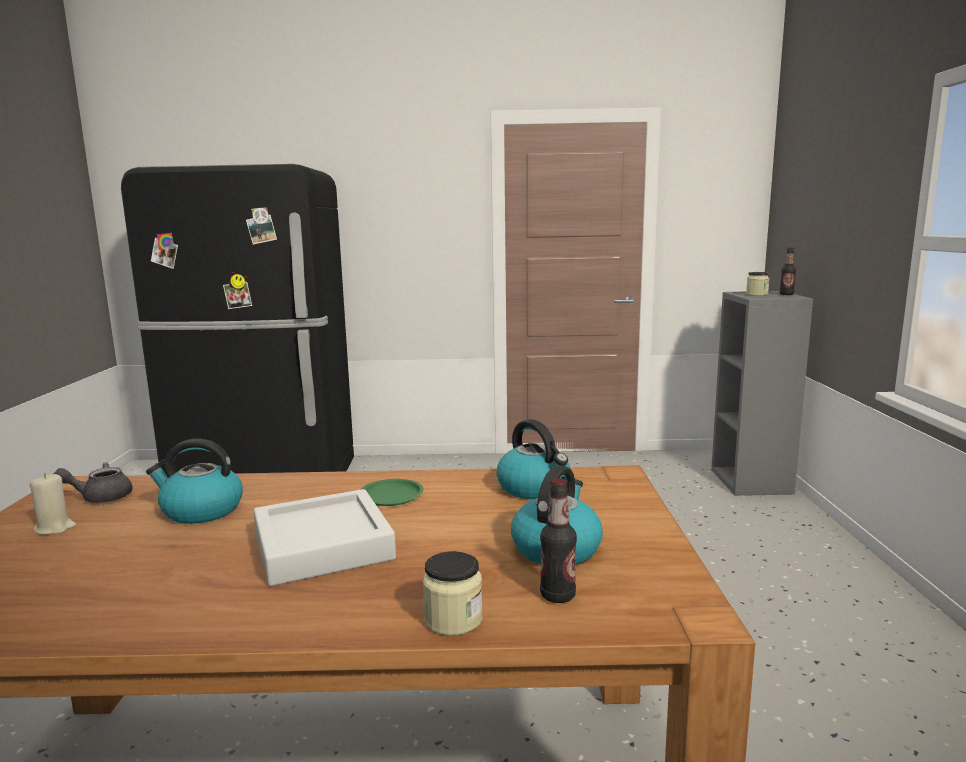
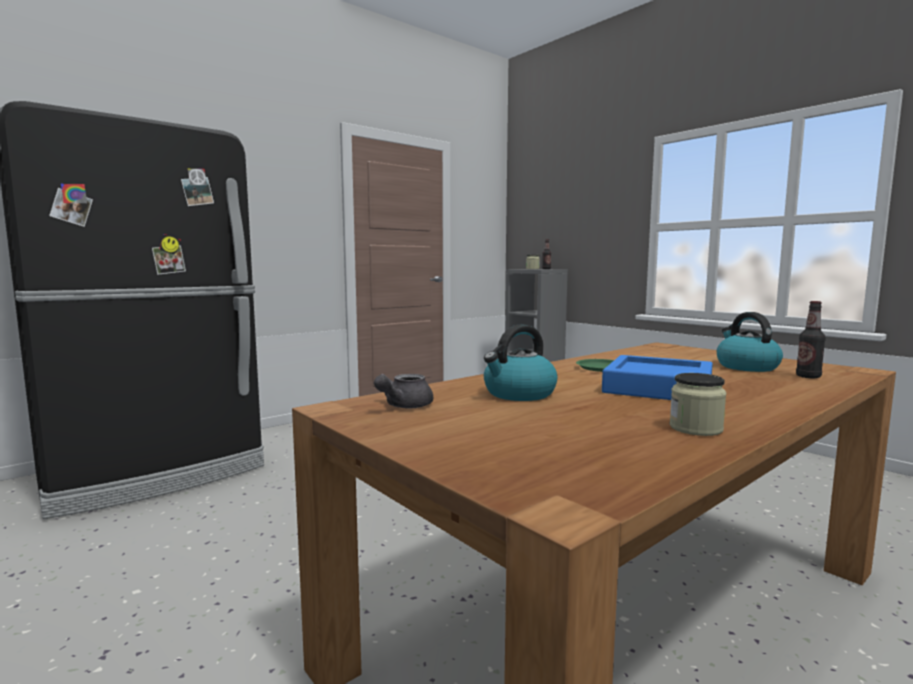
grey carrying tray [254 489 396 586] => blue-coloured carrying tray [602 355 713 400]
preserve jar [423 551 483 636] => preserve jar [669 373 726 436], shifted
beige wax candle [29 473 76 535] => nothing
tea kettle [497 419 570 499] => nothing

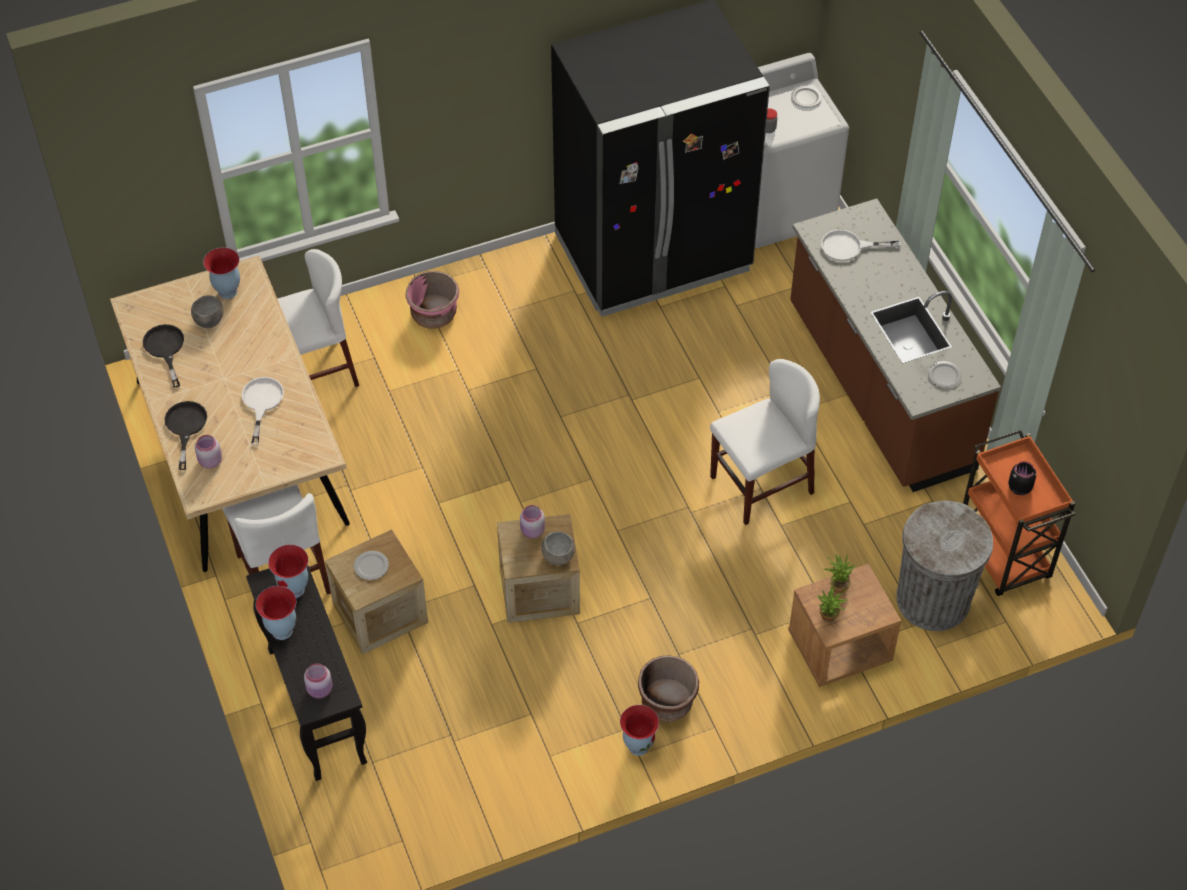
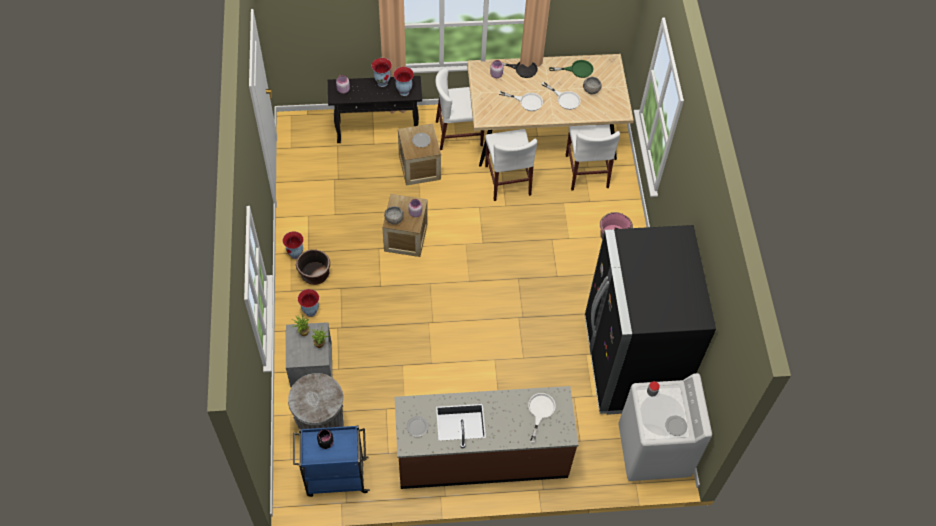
brownish bedside table [788 564 901 687] => grey bedside table [286 322 332 387]
orangey cart [963 430 1076 596] => blue-coloured cart [293 425 370 497]
flower vase [203 247 240 299] => flower vase [298 289 319 317], shifted
white chair [710 359 820 525] => white chair [485 129 537 201], shifted
nothing => white frying pan [542 82 581 110]
black-coloured frying pan [143 324 184 388] => green-coloured frying pan [549 60 593 78]

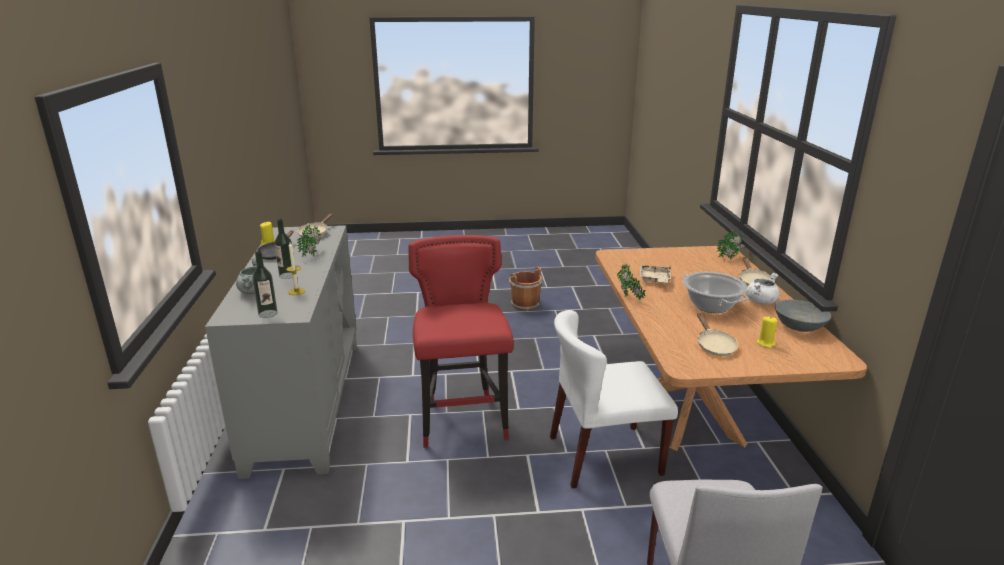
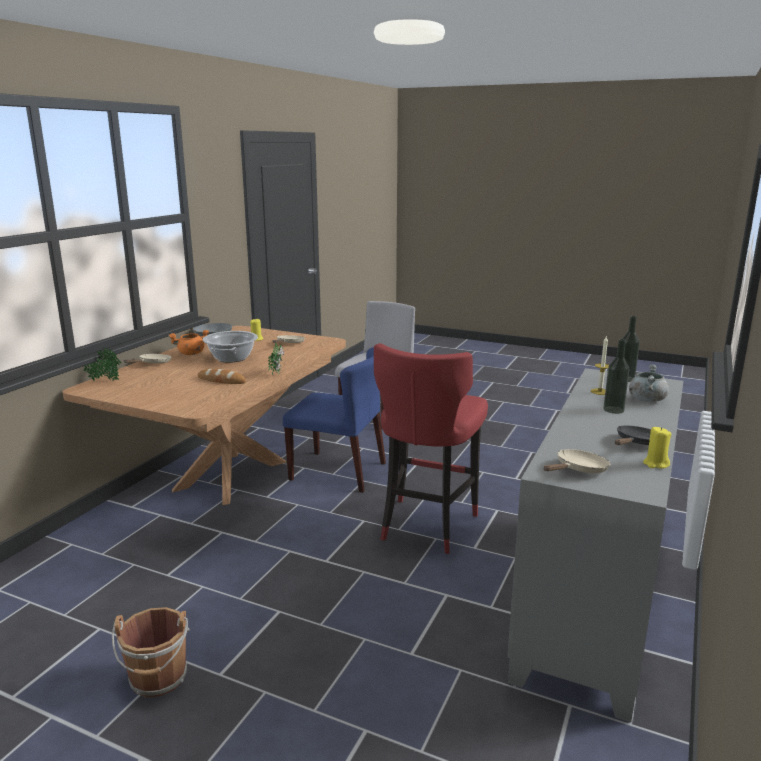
white saucepot [746 273 780 305] => orangey saucepot [168 330 209 355]
beige carrying tray [640 265 671 283] => bakery bread [198 369 246 384]
white chair [550 310 678 489] => blue-coloured chair [283 347 386 493]
potted plant [297 225 321 257] => nothing

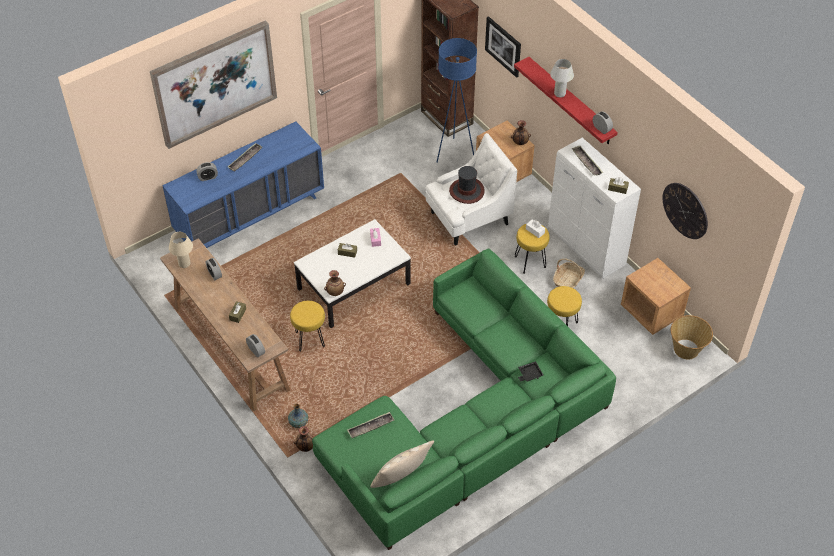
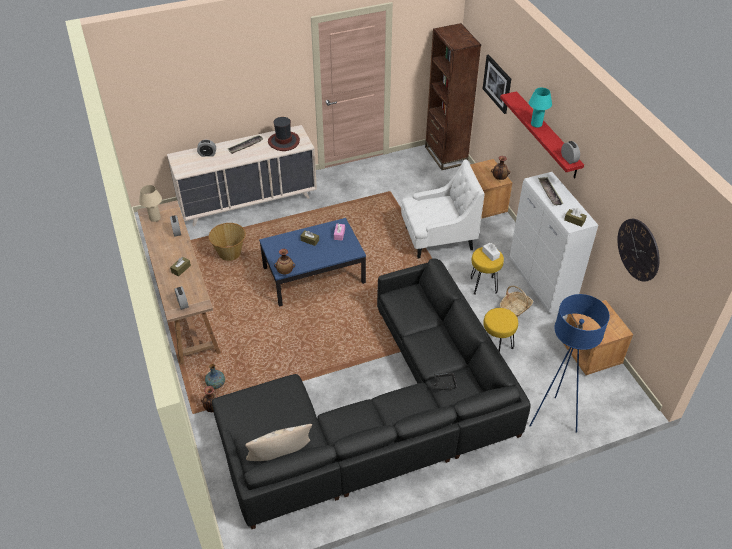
blue-coloured dresser [162 121 324 248] => beige dresser [167 125 317 226]
storage basket [671 315 713 360] => storage basket [209 223 246 261], shifted
green-coloured settee [312 248 616 550] => black-coloured settee [212 258 531 529]
white lounge table [294 219 411 328] => blue-coloured lounge table [259 218 366 307]
wearable hat [449 166 485 204] => wearable hat [268 117 300 151], shifted
white tabletop lamp [550 59 574 97] => turquoise tabletop lamp [529 88 552 128]
blue-coloured standard lamp [436 38 477 163] => blue-coloured standard lamp [530 294 610 433], shifted
wall art [150 21 277 149] => nothing
yellow stool seat [290 301 325 352] => nothing
carrying tray [347 412 394 438] => nothing

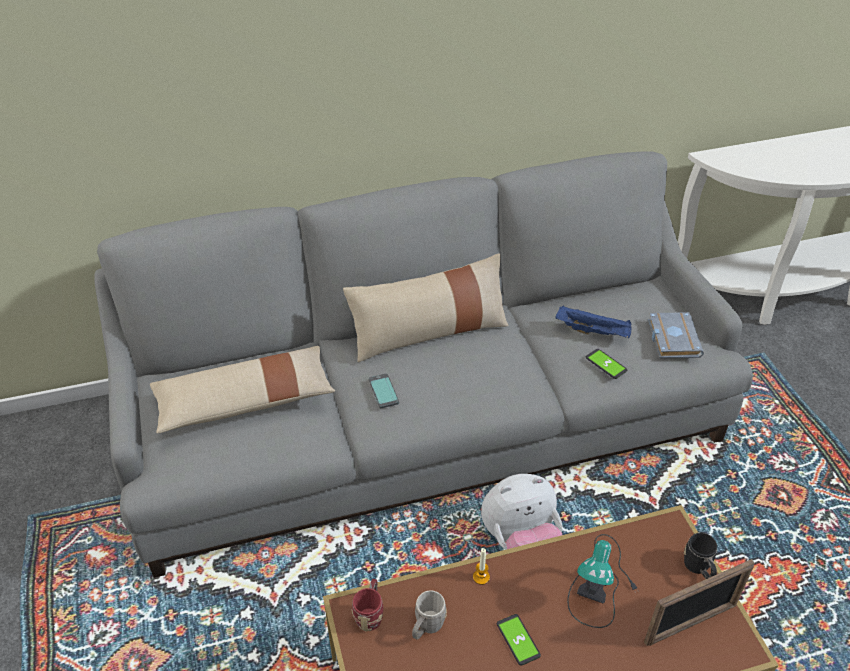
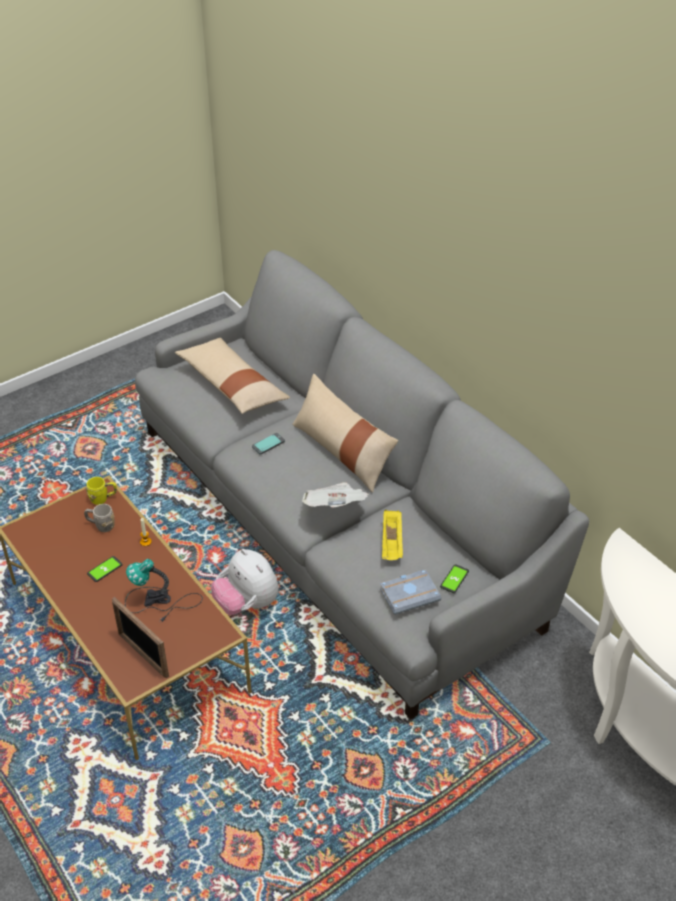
red-coloured tea mug [351 579 383 632] => yellow tea mug [86 477 117 505]
nothing => printed paper [302 482 369 508]
blue-coloured carrying tray [555 306 632 338] => yellow carrying tray [382 509 403 560]
handset [586 349 627 379] => handset [440 564 469 593], shifted
black-coloured tea mug [684 533 717 579] => nothing

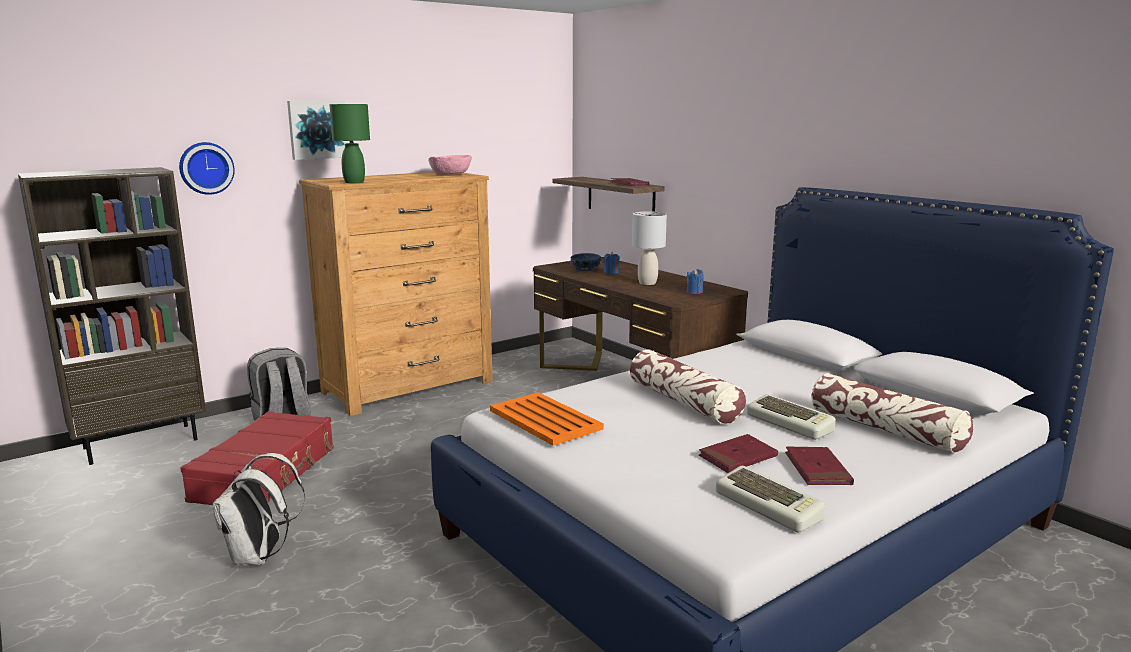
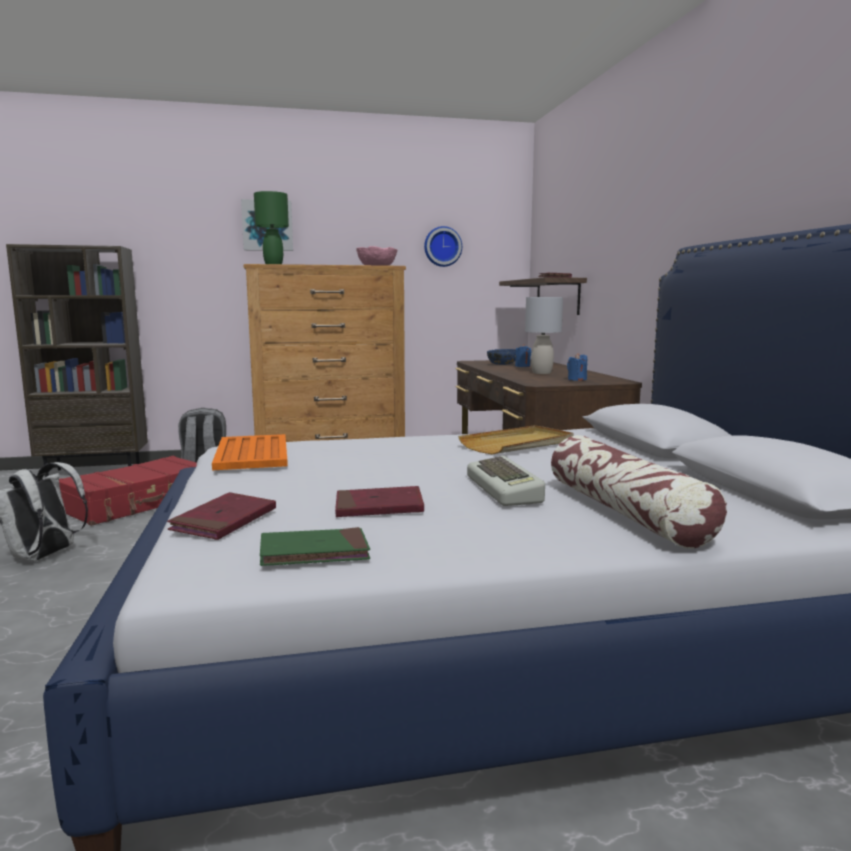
red-coloured volume [785 447 854 485] => red-coloured volume [167 492 276 540], shifted
computer keyboard [716 466 825 532] => green-coloured volume [260 527 370 566]
wall clock [179 142 235 195] => wall clock [424 226 462 267], shifted
nothing => beige carrying tray [458 425 574 454]
throw pillow [630 349 746 424] => nothing

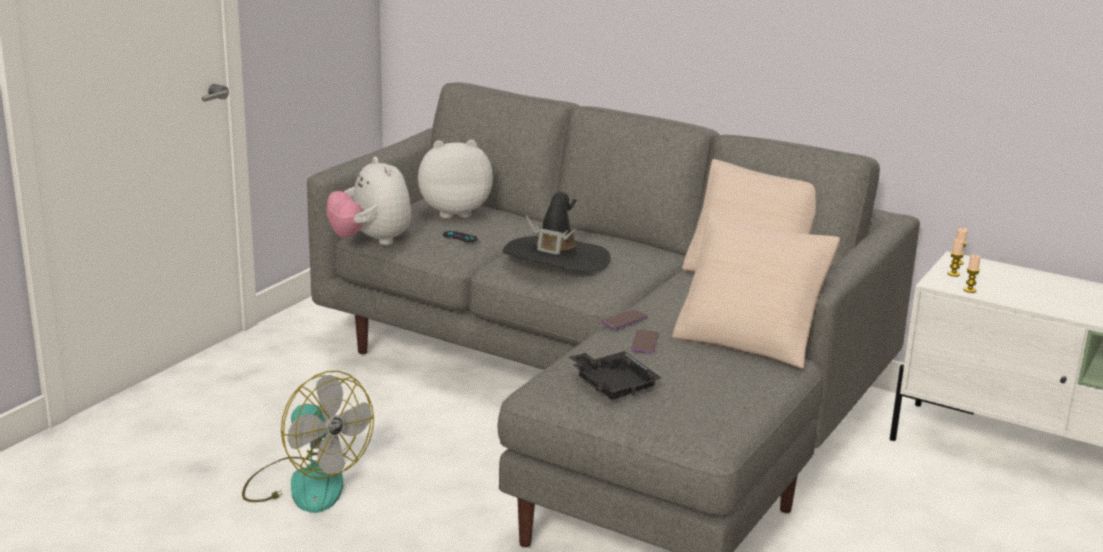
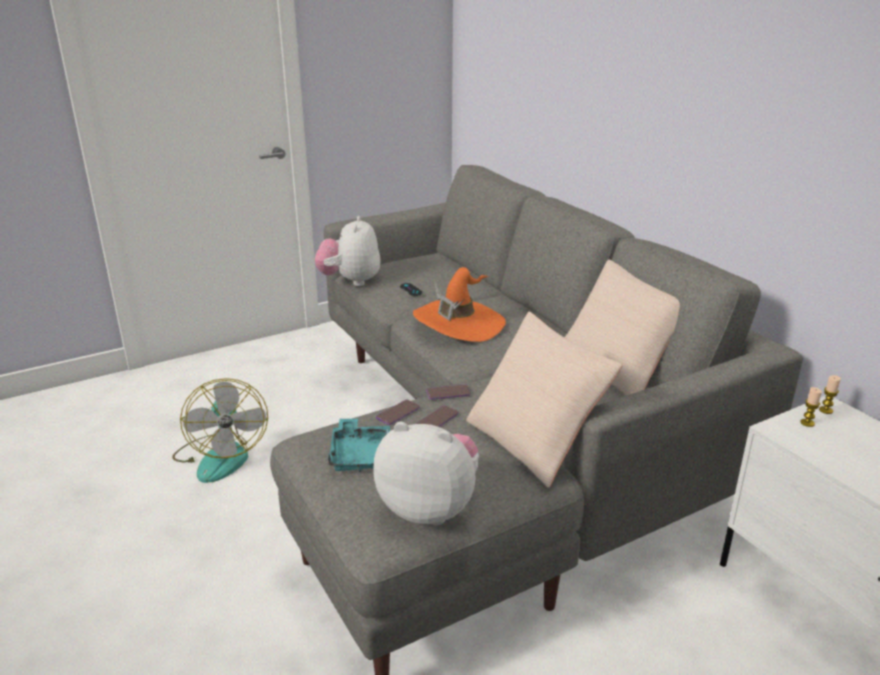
black-coloured carrying tray [569 351 661 399] => turquoise carrying tray [328 418 390 472]
soft toy [418 140 493 218] => soft toy [373 422 479 525], shifted
nothing => handset [376 399 420 425]
black-coloured wearable hat [502 192 611 272] => orangey wearable hat [413 267 506 342]
wax candle [964 255 981 293] => nothing

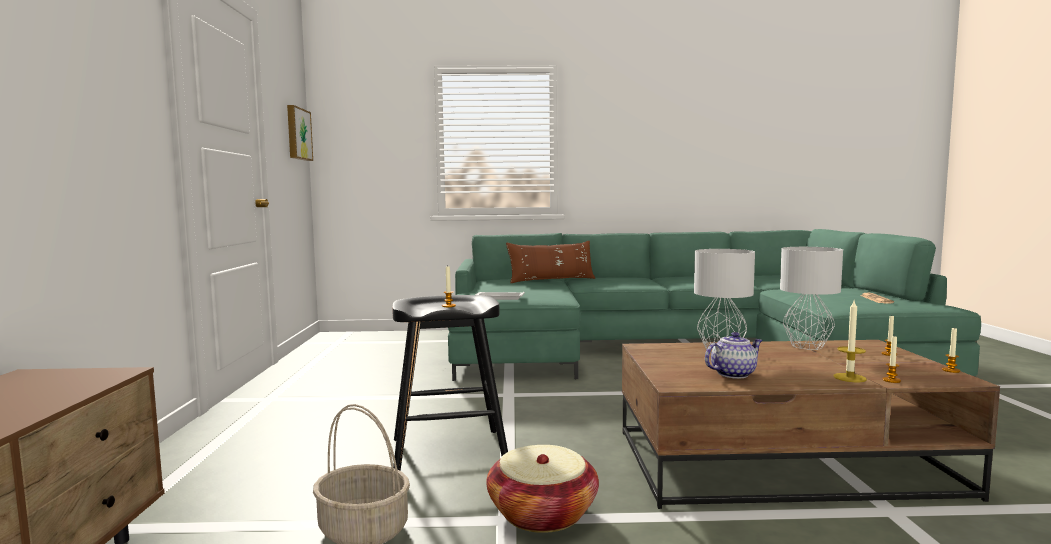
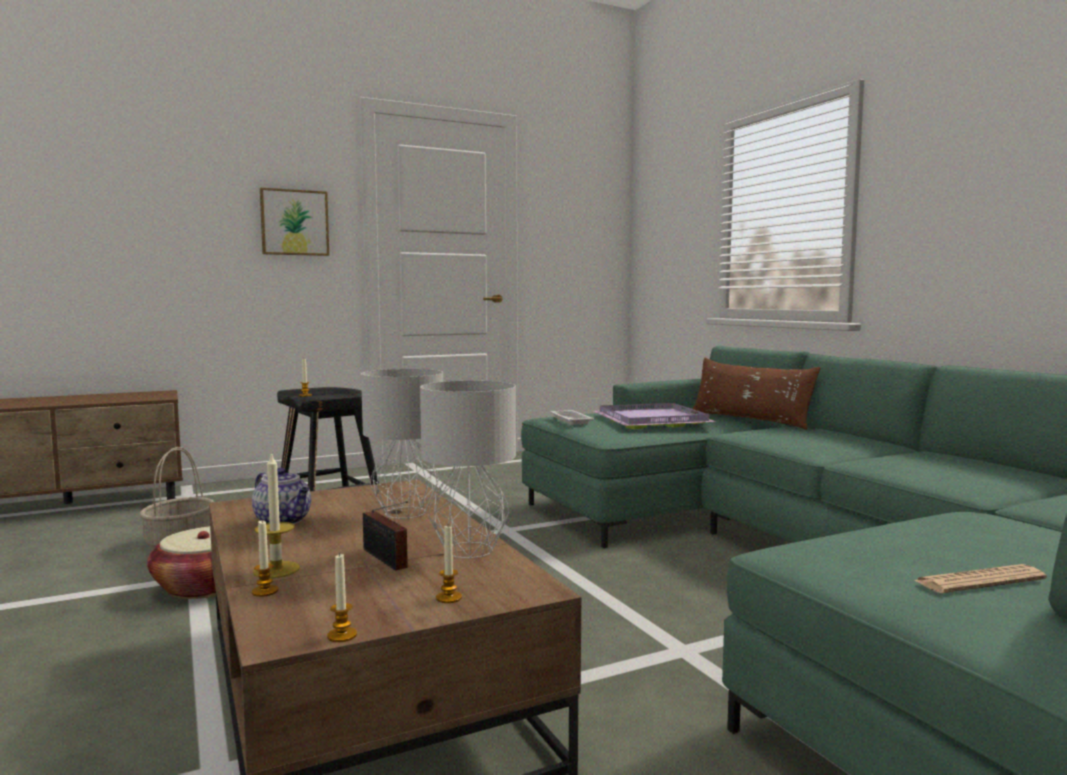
wall art [287 105 313 161] => wall art [260 188 329 256], shifted
nothing => radio [363 501 408 571]
nothing => purple carrying tray [594 403 717 429]

